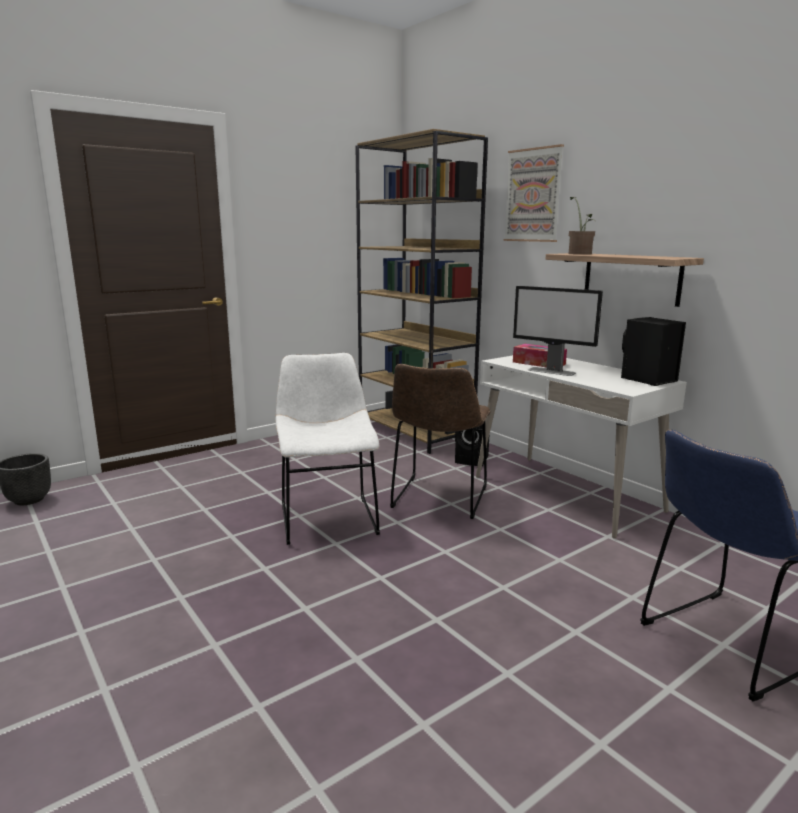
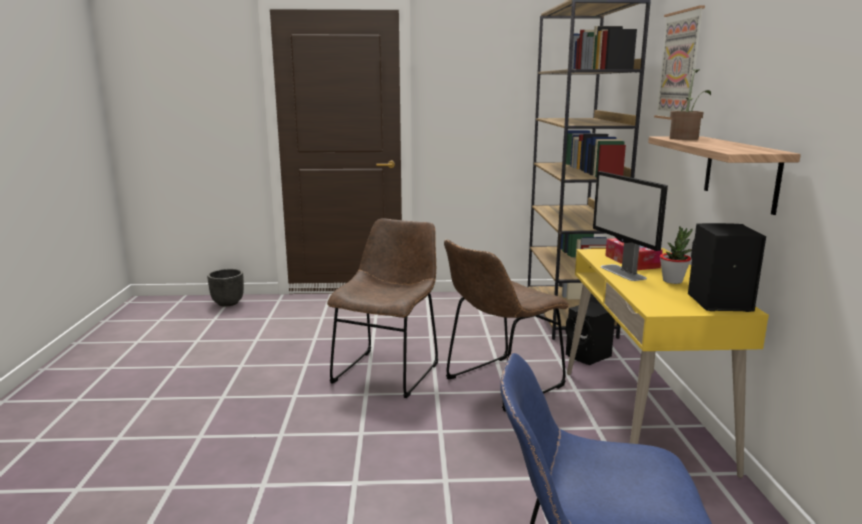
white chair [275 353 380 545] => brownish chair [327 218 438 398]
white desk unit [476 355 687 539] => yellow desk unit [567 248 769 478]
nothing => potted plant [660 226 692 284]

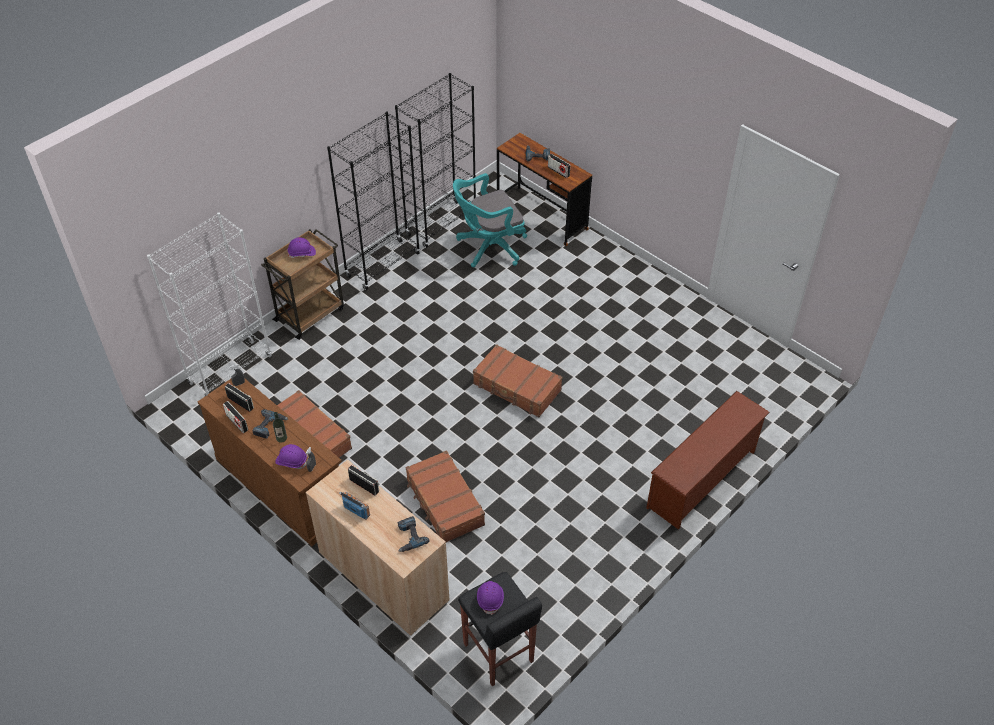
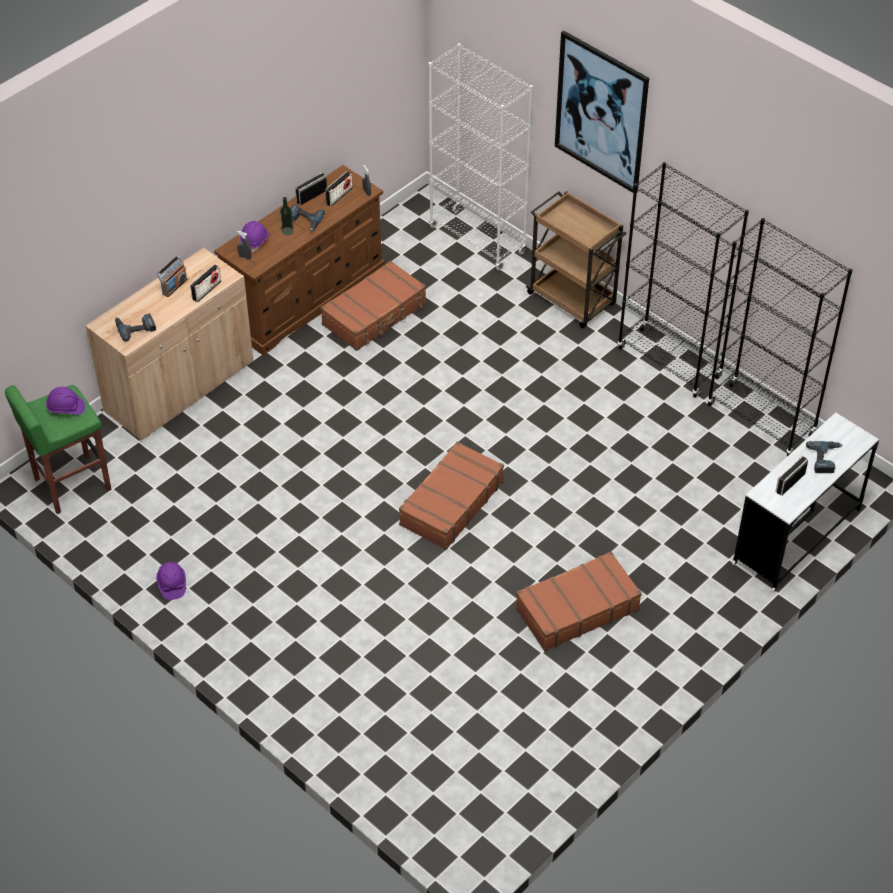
black-coloured stool seat [458 572 542 686] => green-coloured stool seat [5 385 111 514]
purple hard hat [288 237 316 258] => purple hard hat [156 562 186 600], shifted
brownish suitcase [406 450 485 542] => brownish suitcase [516 552 642 651], shifted
nothing => wall art [555 31 649 193]
brownish desk unit [497 133 592 246] => white desk unit [732 412 879 593]
turquoise office chair [453 173 527 267] => nothing
brownish shoe stand [646 391 770 530] => nothing

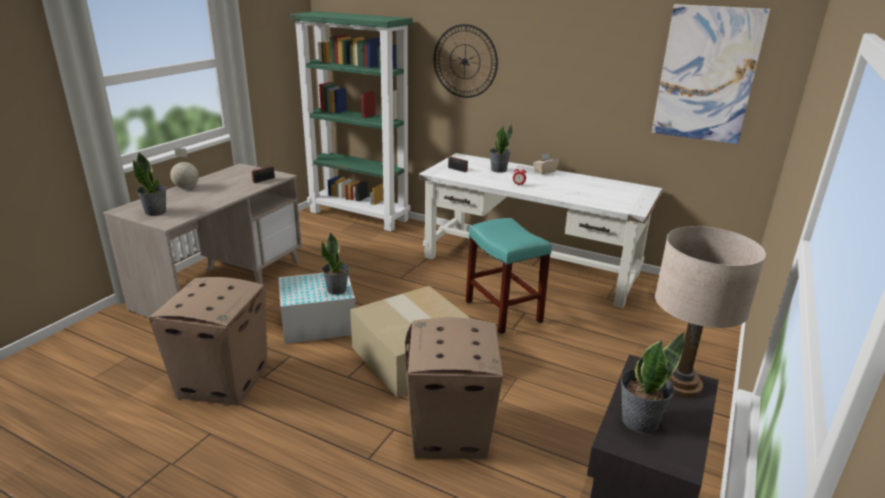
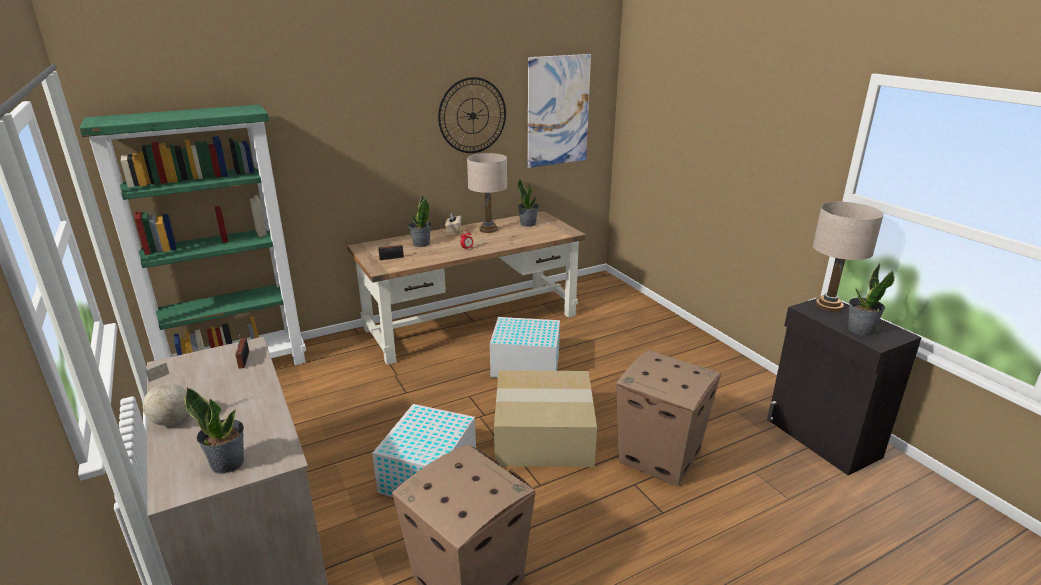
white desk unit [419 153 663 308] => brownish desk unit [347 211 586 365]
wall clock [434 24 498 98] => wall clock [438 77 506 153], shifted
nothing => beige tabletop lamp [467 153 507 233]
turquoise stool seat [466 218 552 334] => white storage box [490 317 560 378]
potted plant [321 232 349 294] => potted plant [517 178 539 227], shifted

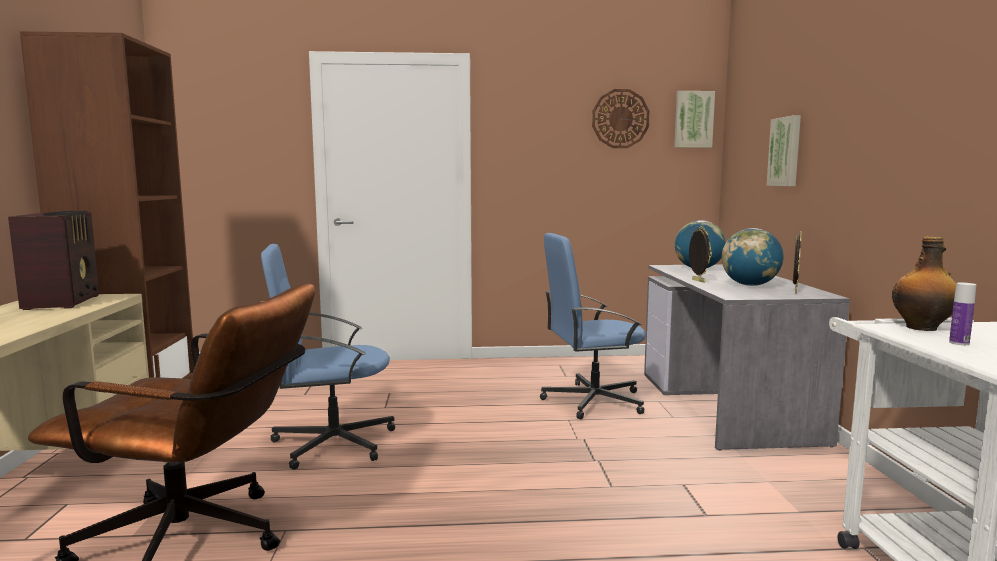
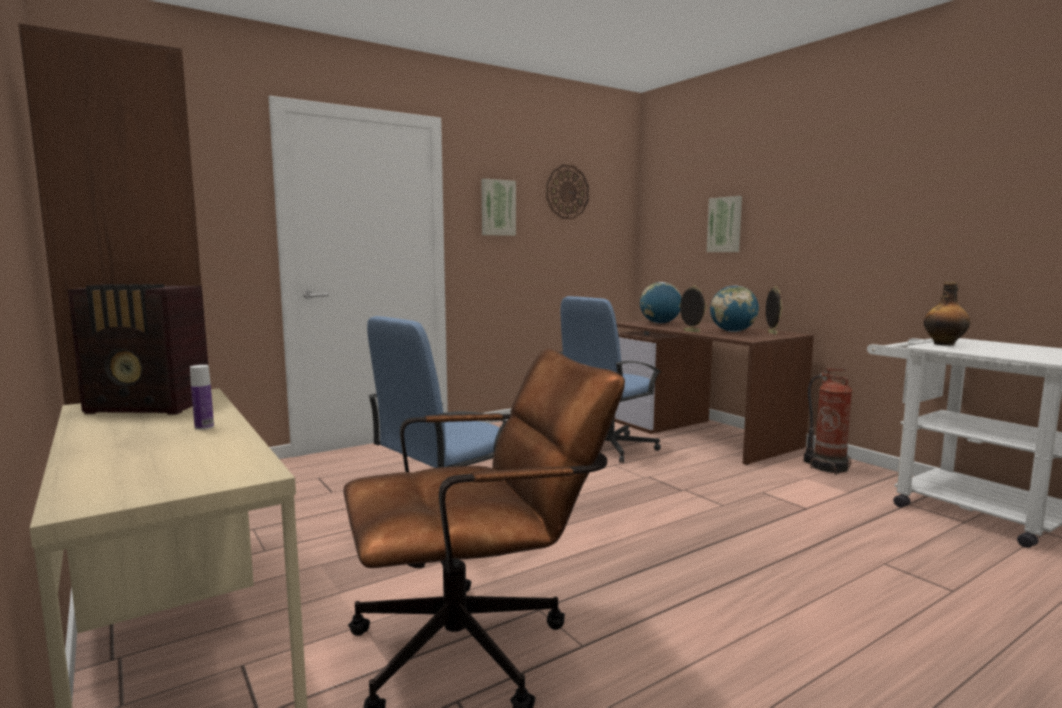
radio [8 211 99 310] => radio [68 284 208 415], 135 degrees clockwise
beverage bottle [949 282 976 345] => beverage bottle [190 365 214 430], shifted
wall art [674 91 715 148] => wall art [481 178 516 236], shifted
grey desk unit [644 264 850 451] => brownish desk unit [614 319 814 465]
nothing => fire extinguisher [804 368 853 475]

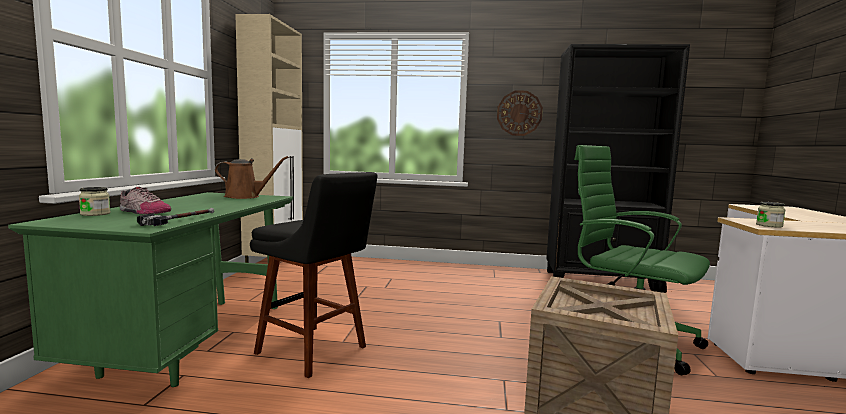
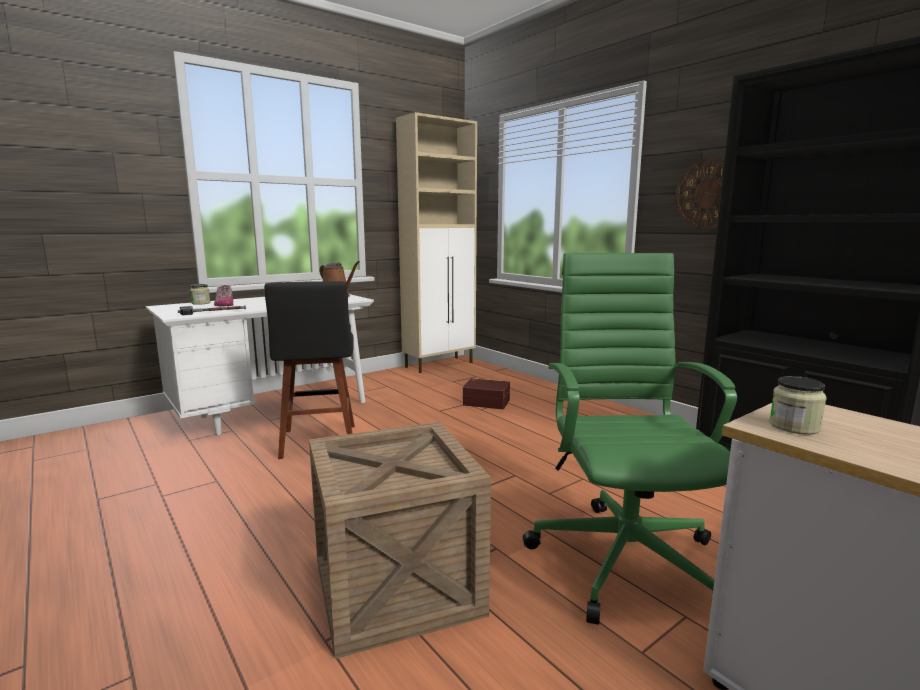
green-coloured desk unit [8 192 294 387] => white desk unit [146 294 374 436]
nothing => brownish storage box [463 378 510 409]

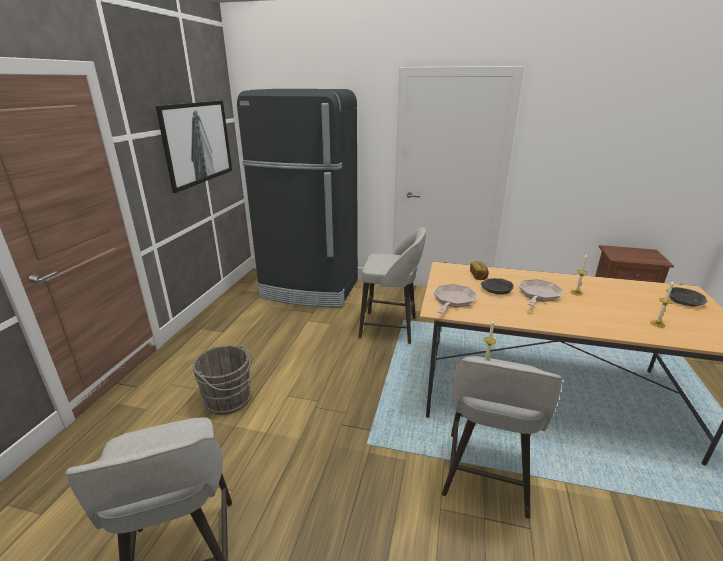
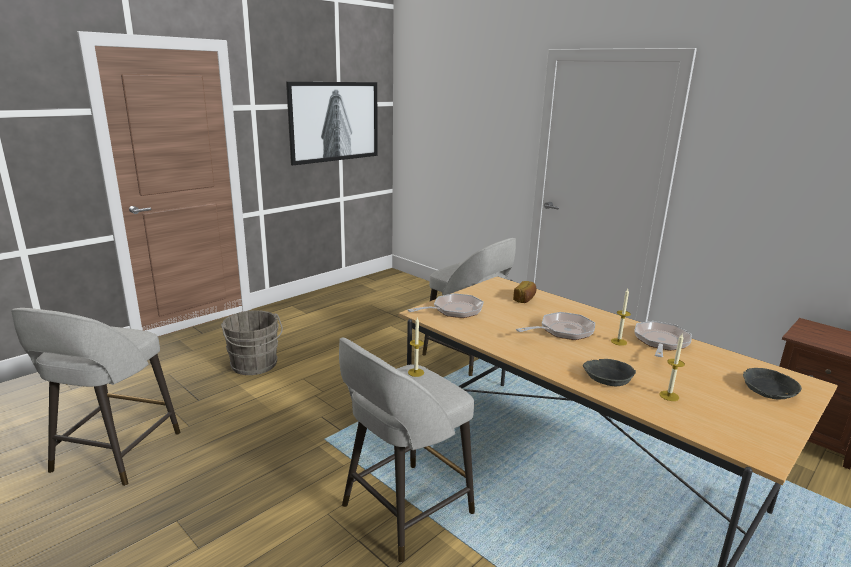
grey deep dish [481 278 514 295] => grey deep dish [583 359 636 386], shifted
nothing => frying pan [634 321 692 357]
black-coloured kitchen fridge [237 89 358 307] => nothing

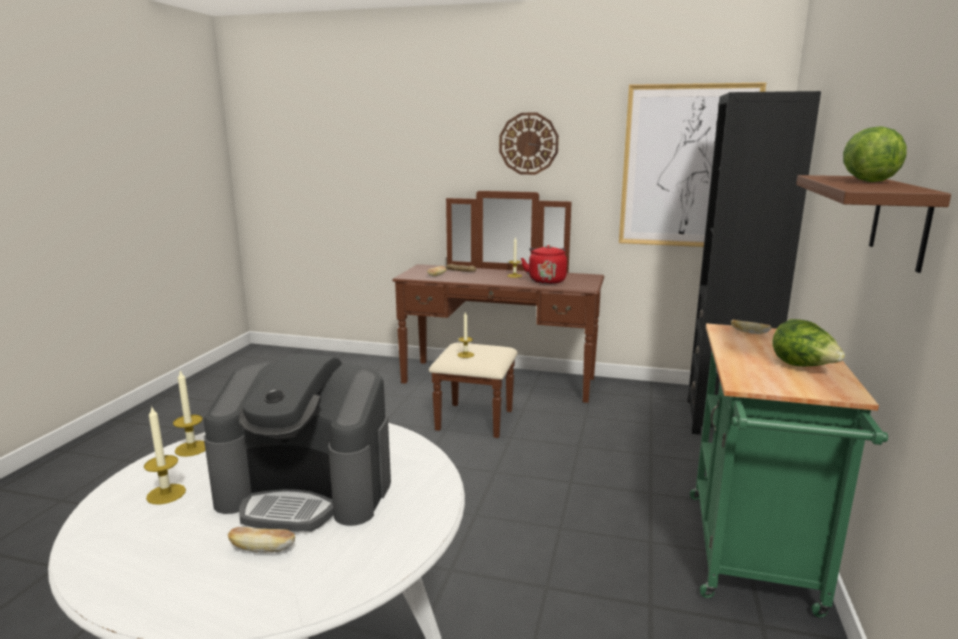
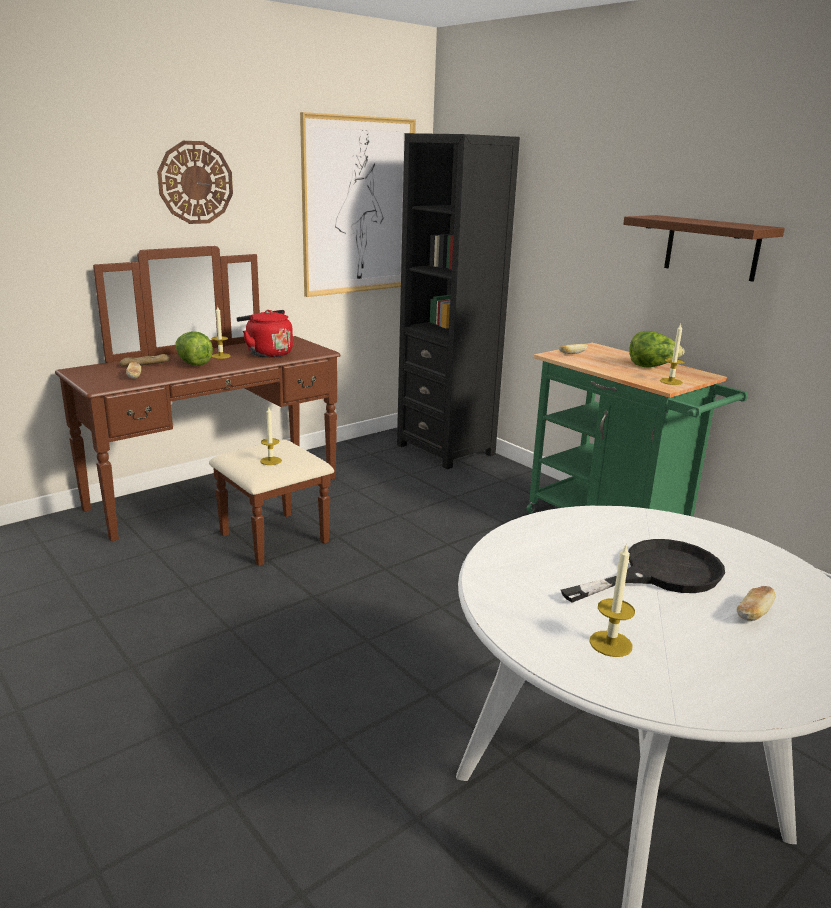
head of lettuce [843 126 907 182] => head of lettuce [175 331 213 366], shifted
coffee brewer [204 354 391 531] => black-coloured frying pan [561 539 725 603]
wax candle [173 369 206 457] => wax candle [660 324 684 385], shifted

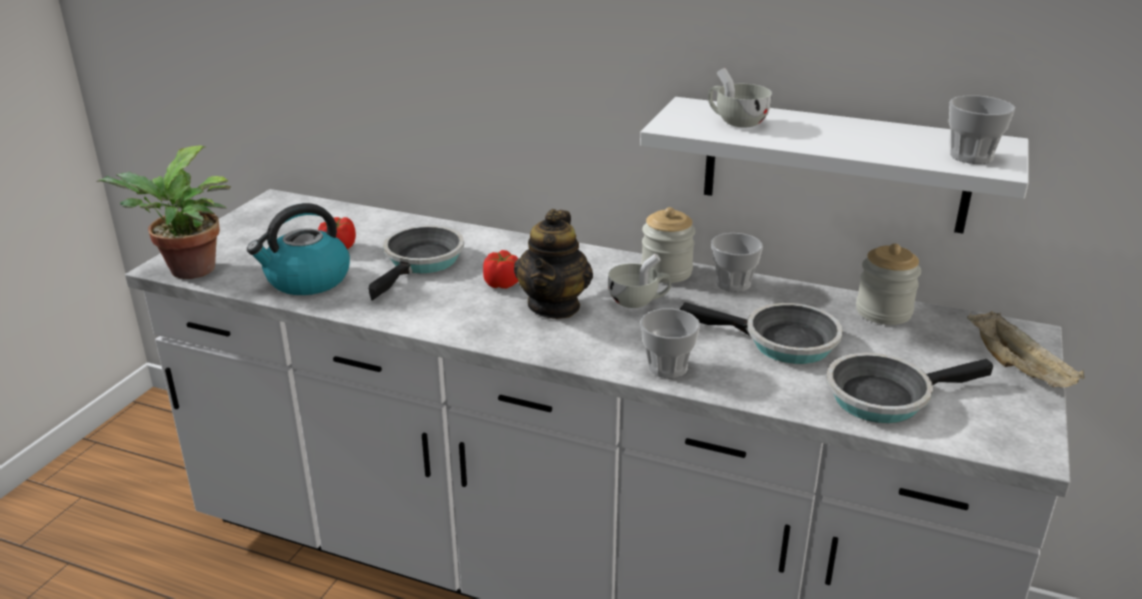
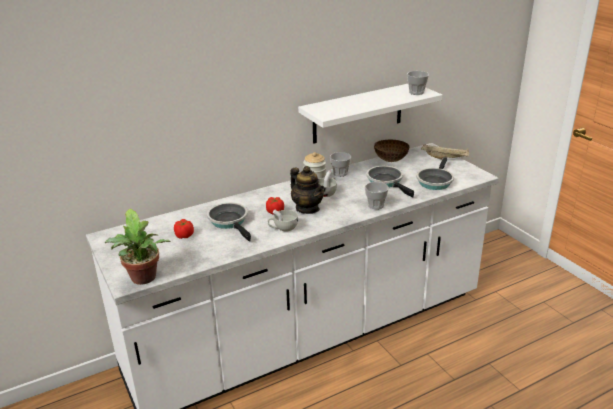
white small cup [708 68 772 128] => white small cup [268 209 298 232], shifted
frying pan [680 302 843 364] => frying pan [366 166 414 198], 90 degrees counterclockwise
preserve jar [856 244 921 325] => deep dish [374 140 410 162]
tea kettle [247 203 350 295] => nothing

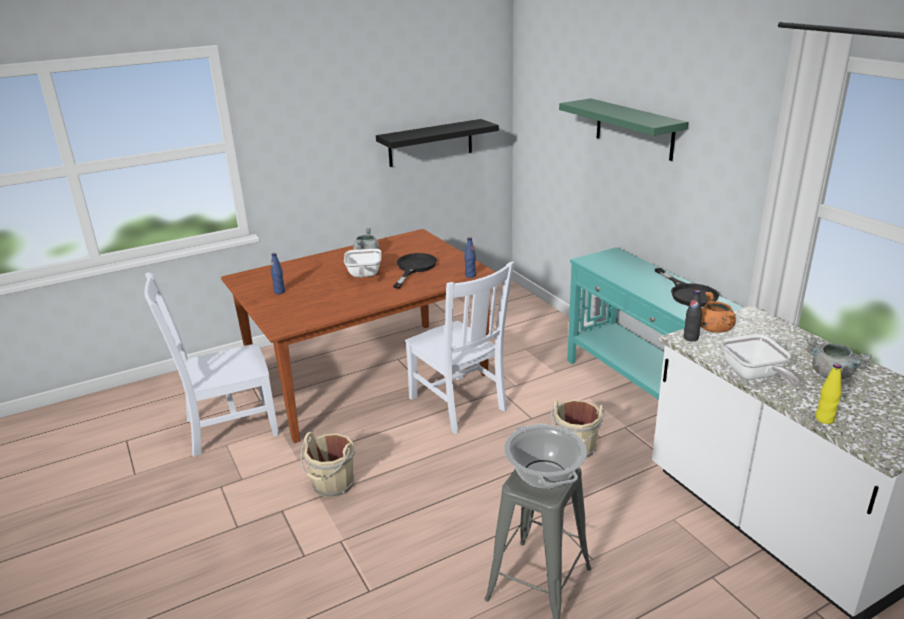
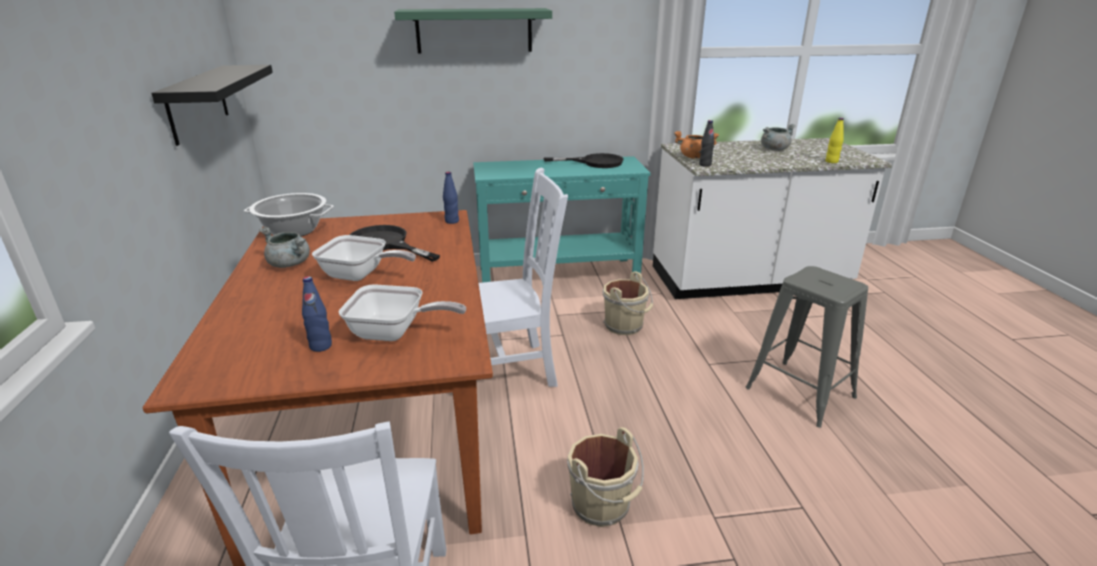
saucepot [504 423 587 489] => saucepot [244 193 334 237], shifted
frying pan [721 334 800 387] => frying pan [339 285 466 341], shifted

